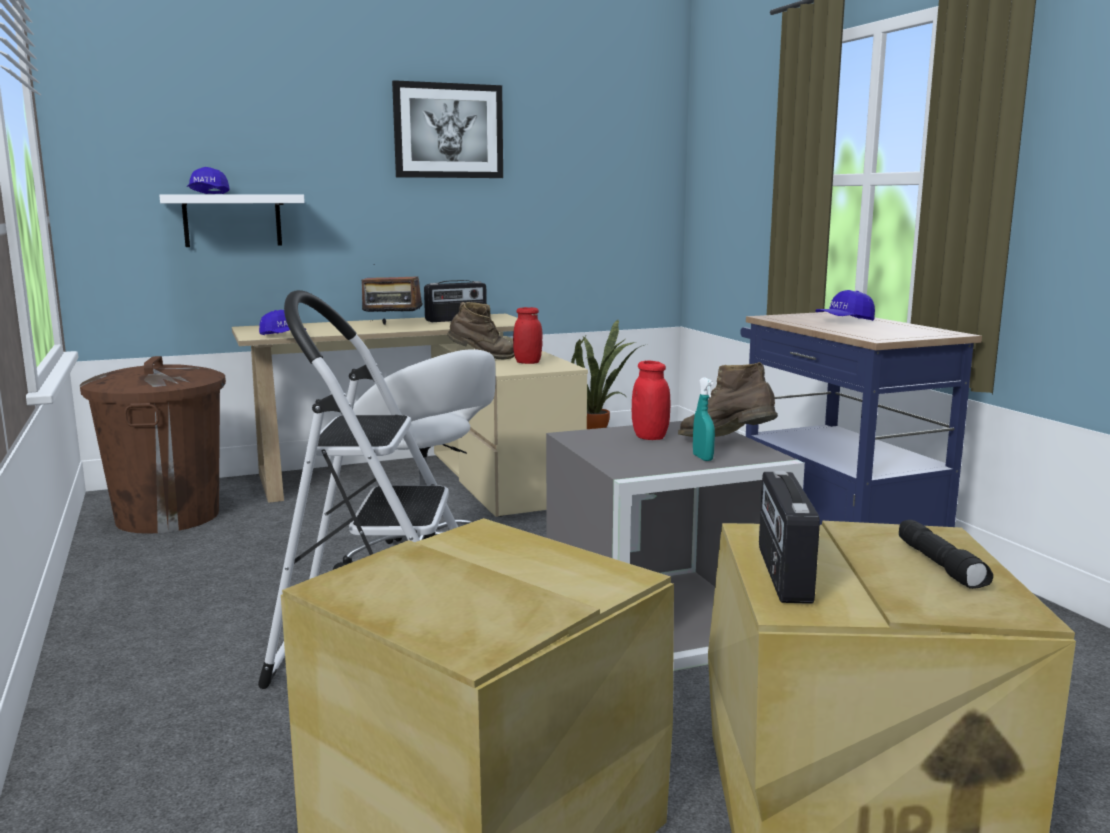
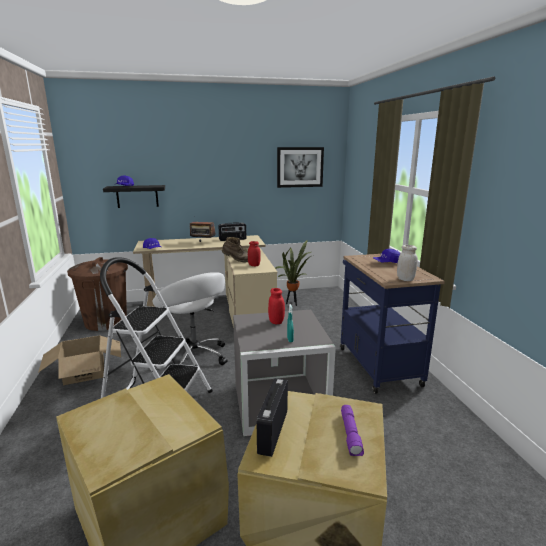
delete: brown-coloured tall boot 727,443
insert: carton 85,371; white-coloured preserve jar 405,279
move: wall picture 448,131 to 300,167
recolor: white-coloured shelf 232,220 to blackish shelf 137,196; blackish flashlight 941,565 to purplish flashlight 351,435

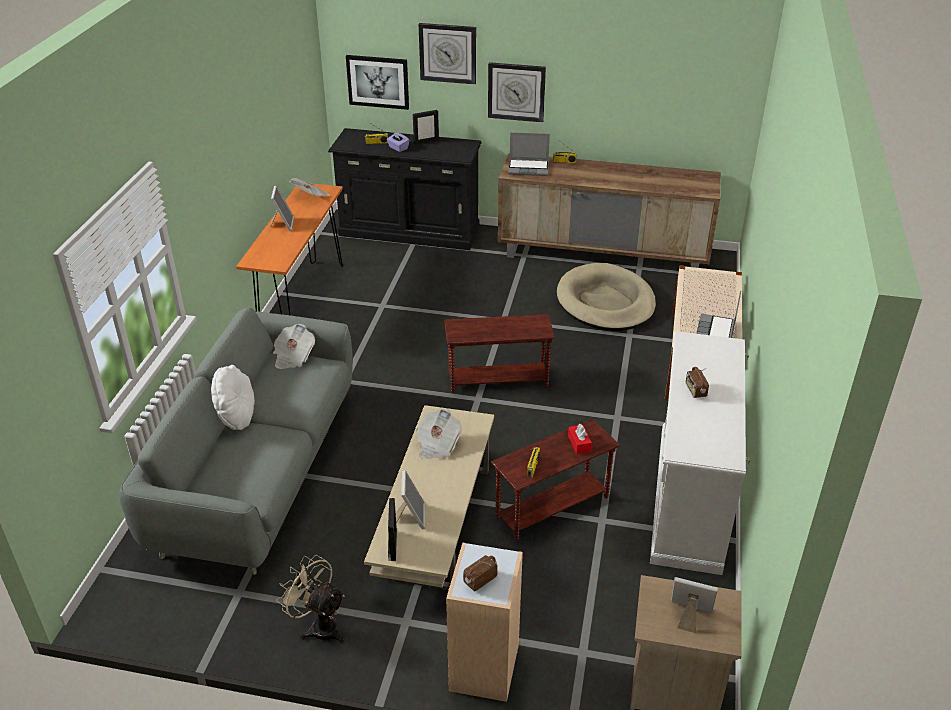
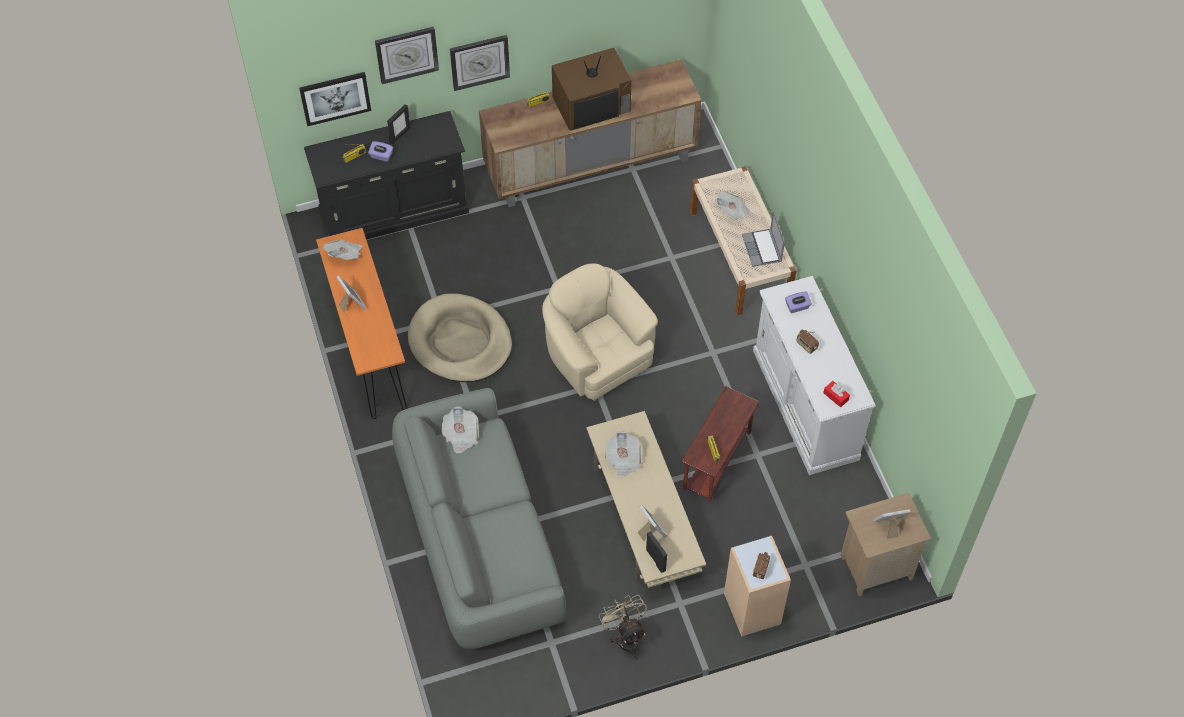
delete: white-coloured throw pillow 237,419; portable computer 529,168
insert: TV set 592,105; newspaper 733,211; purplish tissue box 797,307
move: beige dog bed 605,302 to 460,341; red tissue box 579,443 to 836,396
replace: brown-coloured end table 497,379 to beige armchair 597,357
rotate: beige electric fan 319,626 = 626,637 60 degrees clockwise

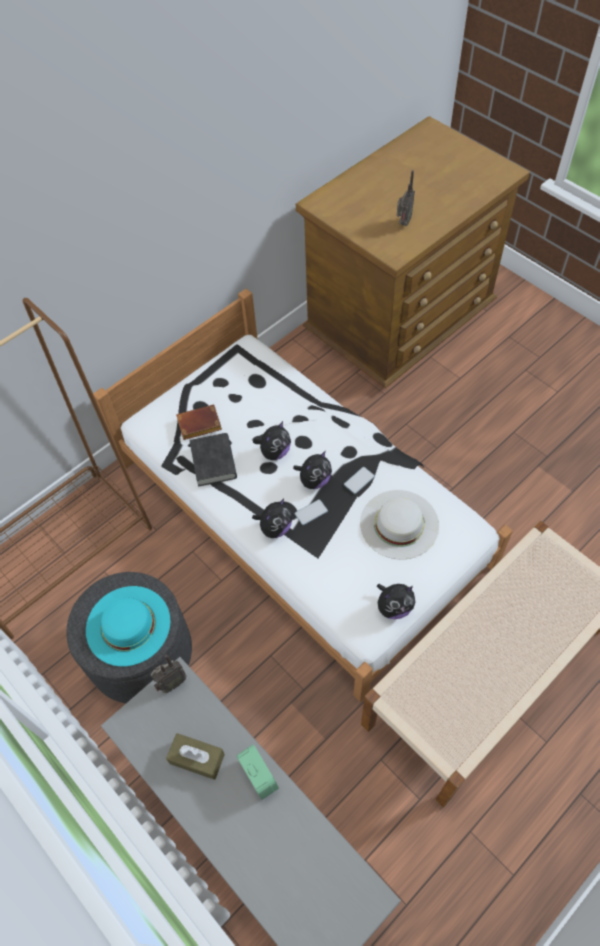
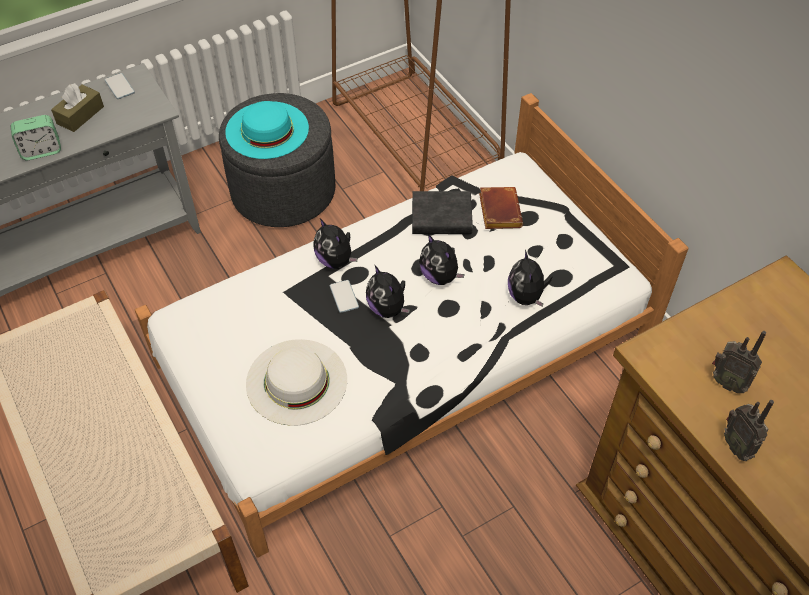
move: handset 359,480 to 119,87; cuddly toy 394,607 to 526,296; radio receiver 171,683 to 737,446

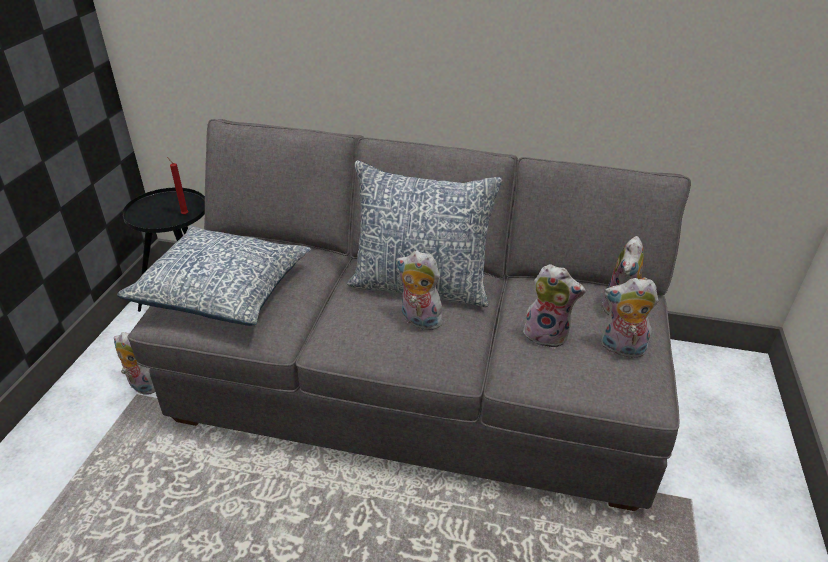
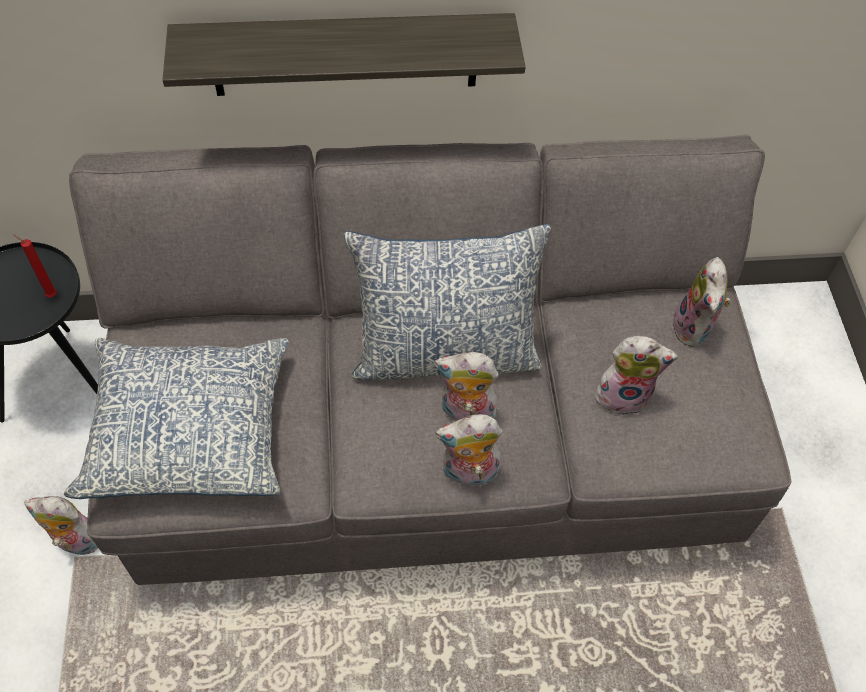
insert: shelf 345,54
move: cuddly toy 621,349 to 468,474

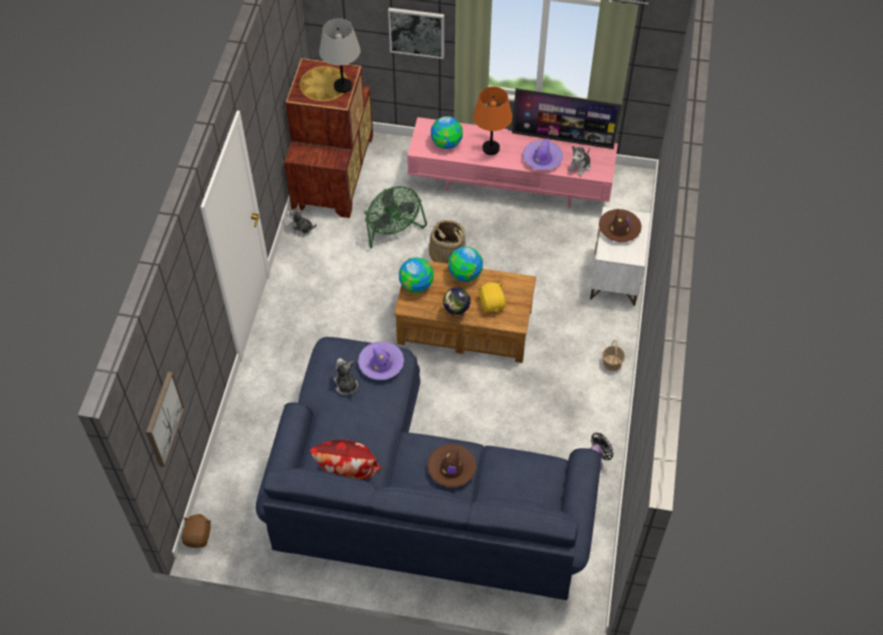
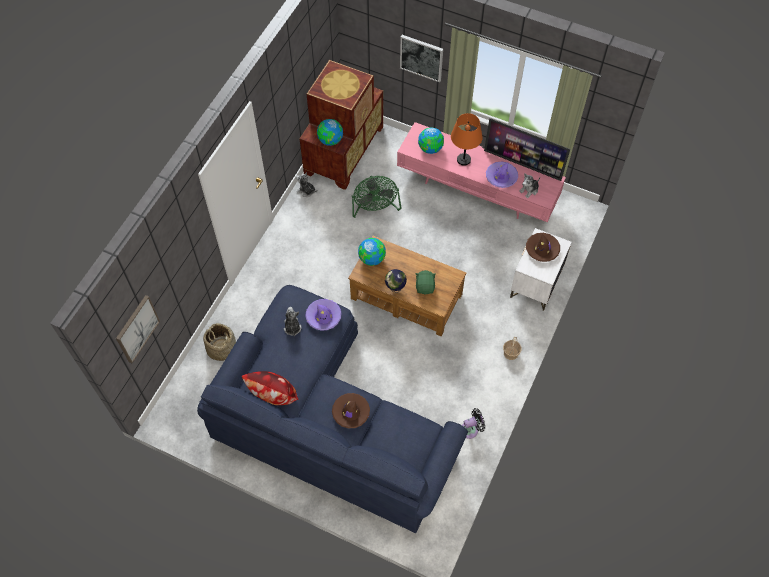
delete: brown-coloured cuddly toy 198,536; greyish lamp for a table 342,86
move: basket 446,254 to 221,348; globe 465,274 to 330,140
recolor: yellowish cuddly toy 492,303 to green cuddly toy 425,286

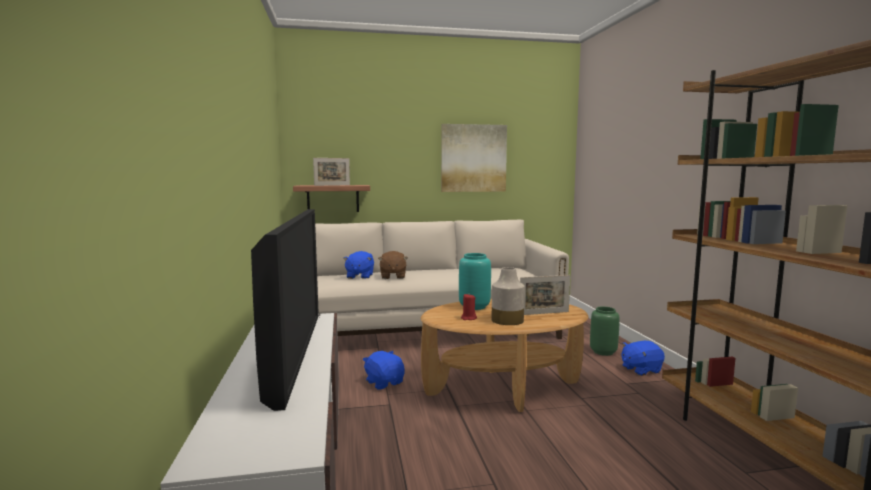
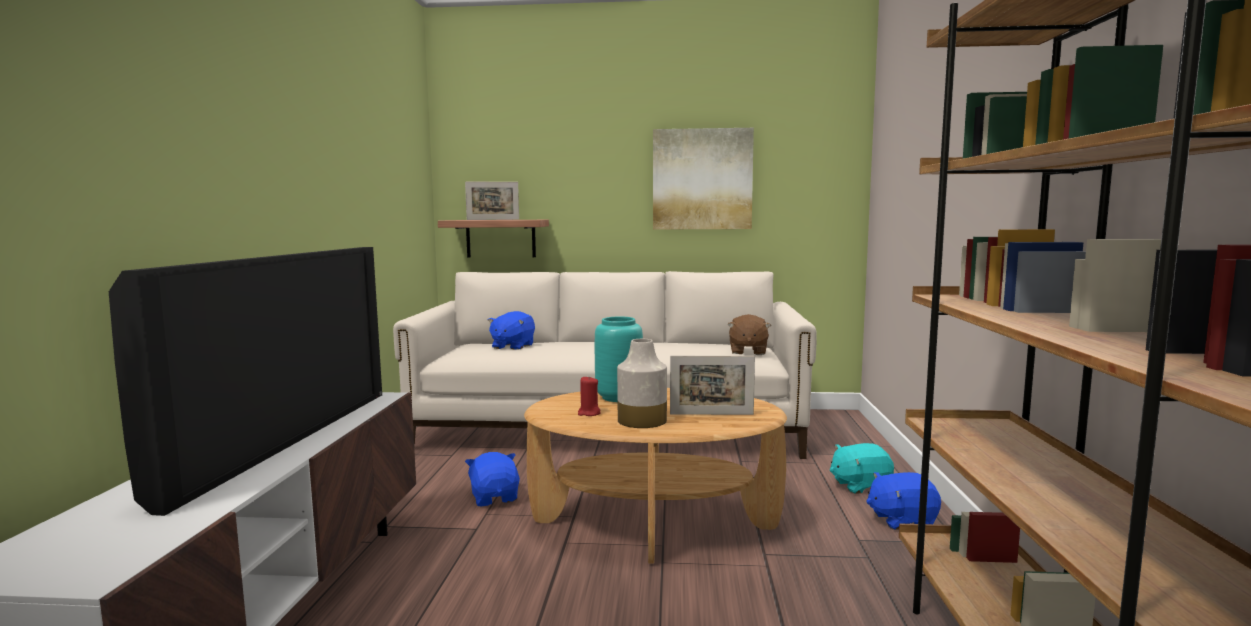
move: brown-coloured cuddly toy 392,276 to 747,351
replace: green vase 604,352 to turquoise-coloured cuddly toy 859,485

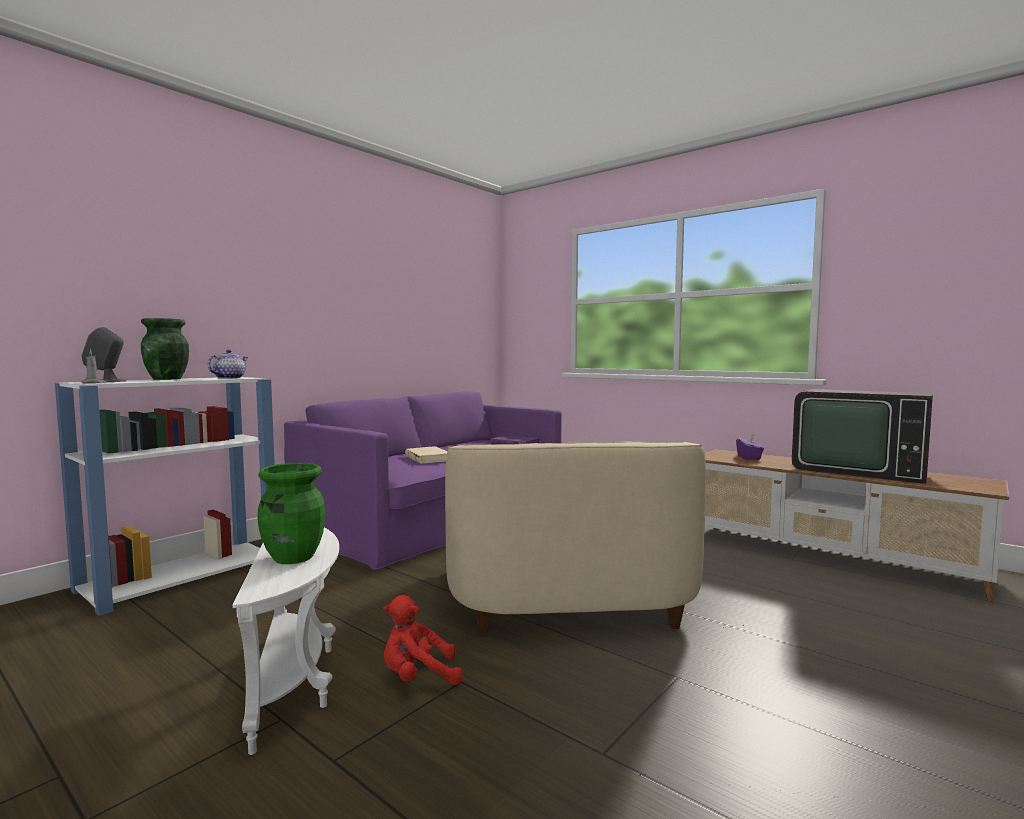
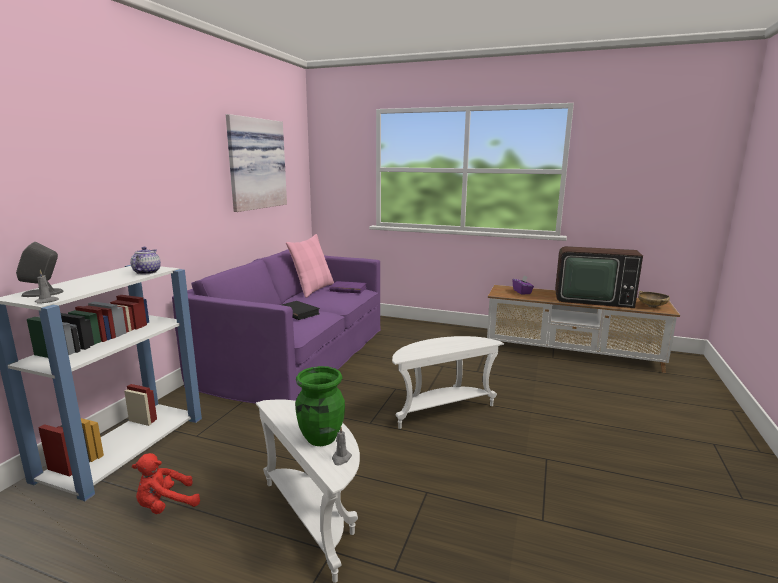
delete: green vase 167,379
insert: wall picture 255,164; pink-coloured throw pillow 313,289; greyish candle 341,458; beige serving bowl 652,306
move: red cuddly toy 418,677 to 166,505
replace: beige armchair 565,595 to white-coloured end table 441,410
recolor: beige volume 428,458 to blackish volume 297,313

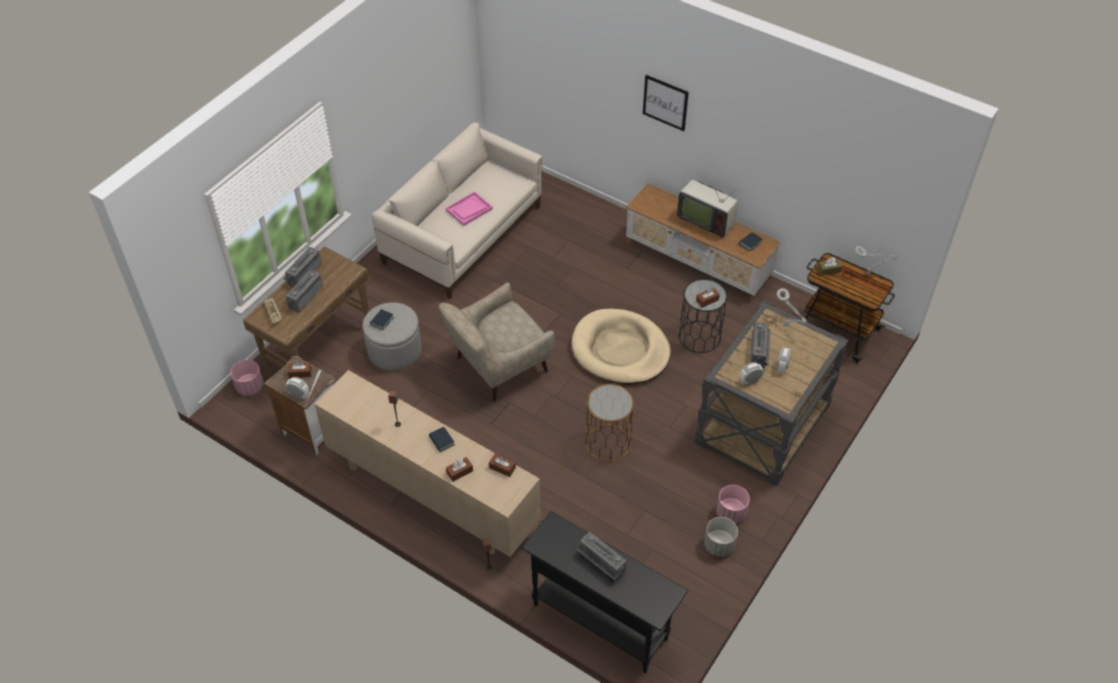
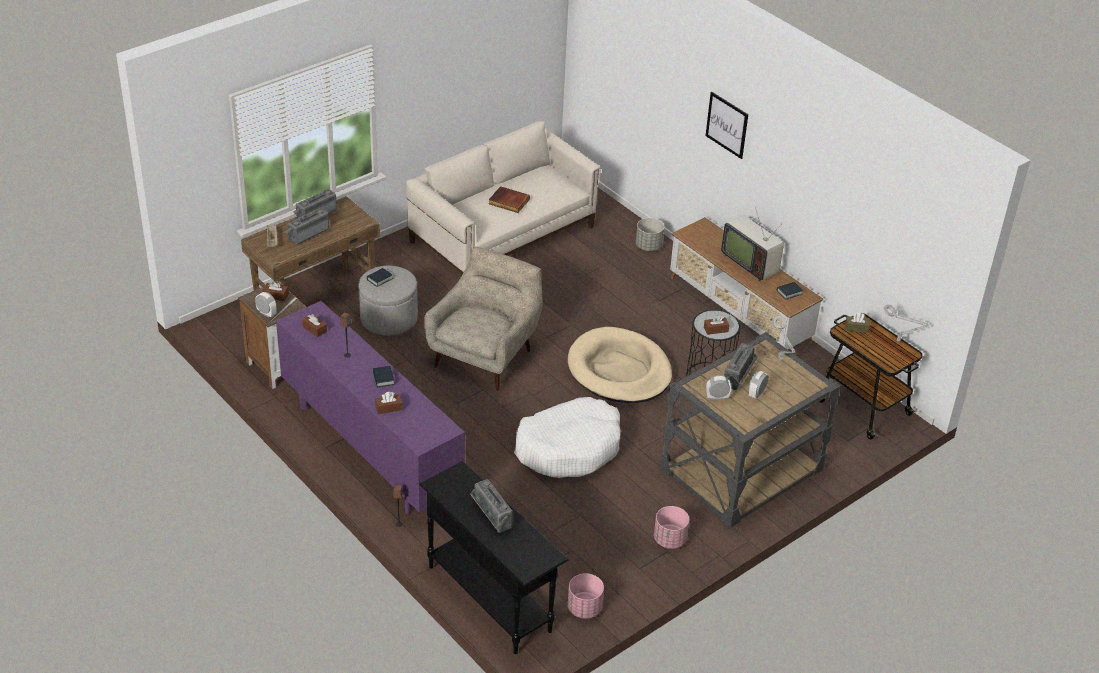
move: brown-coloured tissue box 502,468 to 314,329; pink-coloured flower pot 250,387 to 584,608; greyish flower pot 719,545 to 648,246
replace: pink-coloured serving tray 469,209 to volume 508,202; brown-coloured end table 608,443 to white-coloured dog bed 569,447
recolor: beige cupboard 431,496 to purplish cupboard 369,450
rotate: beige armchair 497,366 = 485,356 135 degrees clockwise

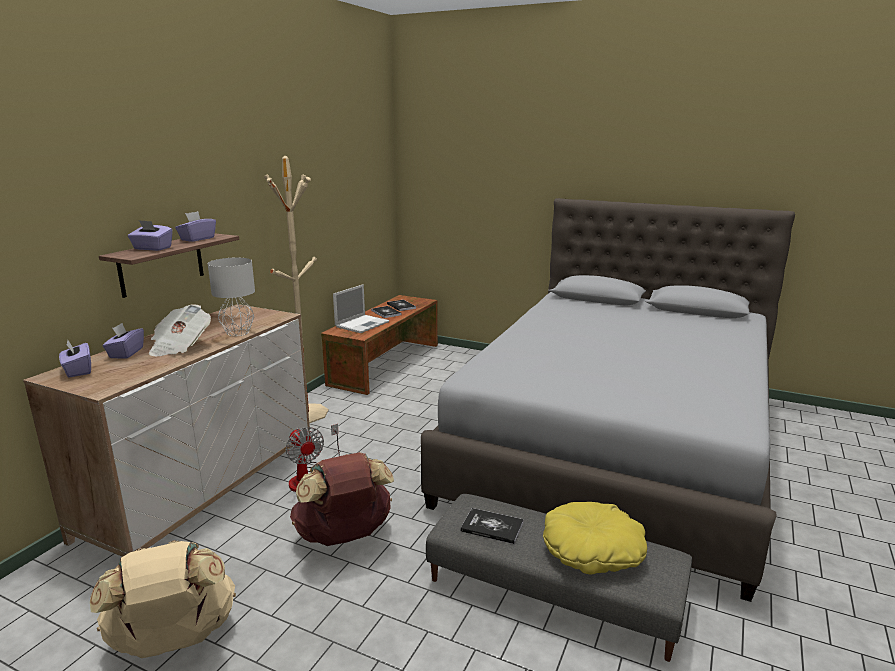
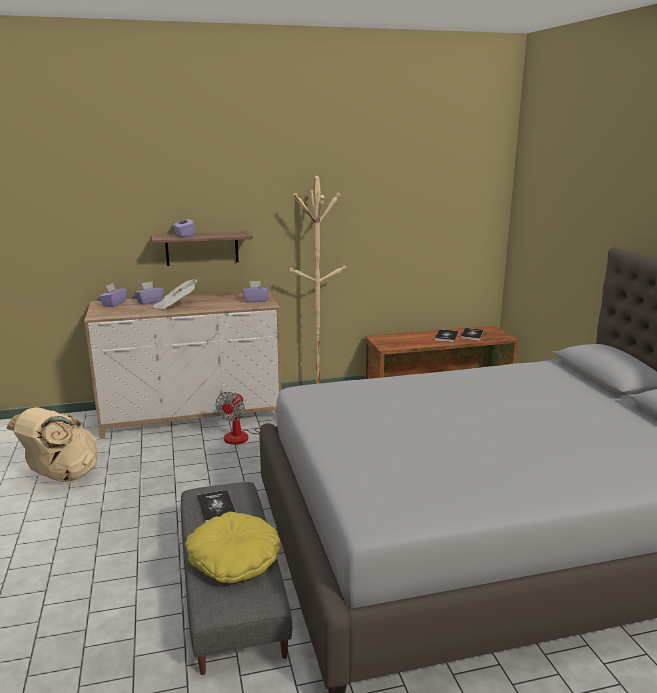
delete: greyish lamp for a table 237,333; brown-coloured backpack 344,536; portable computer 362,324
move: purplish tissue box 197,239 to 255,300

